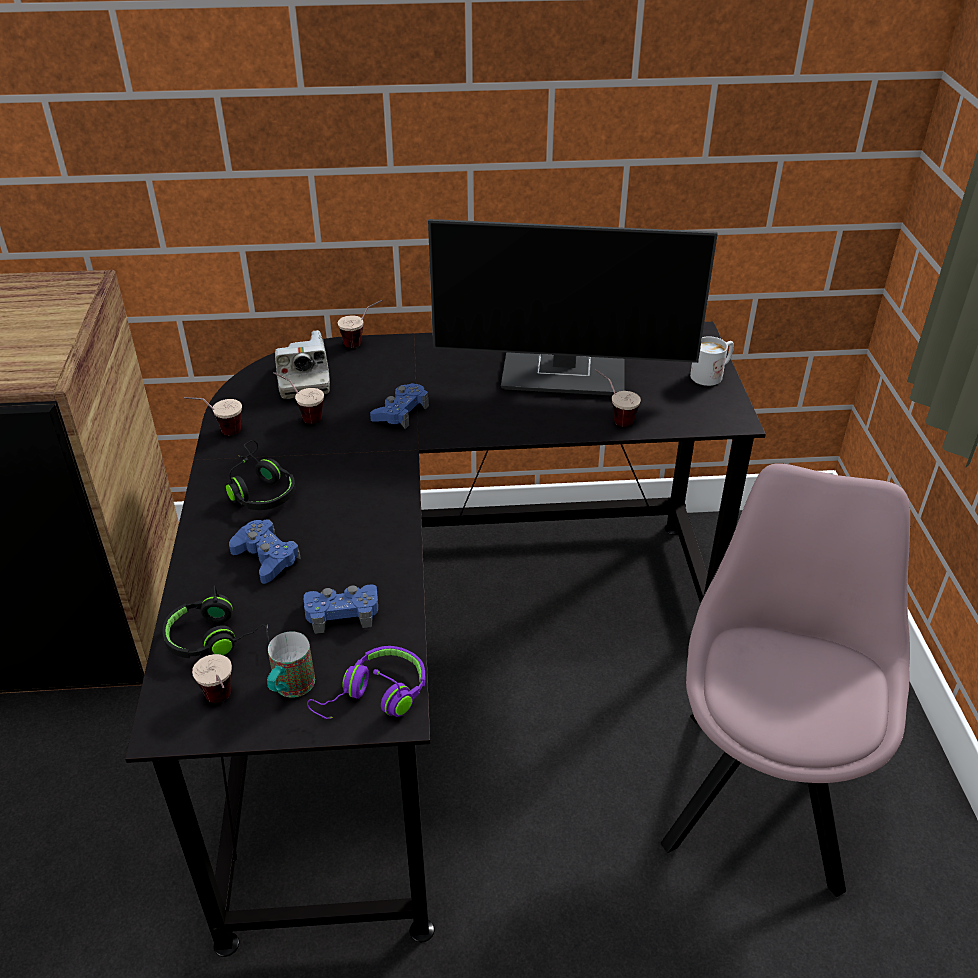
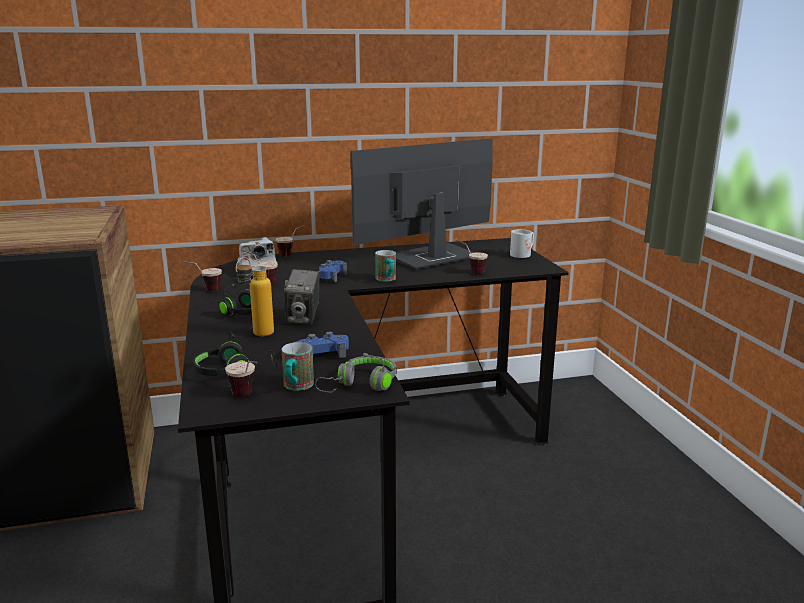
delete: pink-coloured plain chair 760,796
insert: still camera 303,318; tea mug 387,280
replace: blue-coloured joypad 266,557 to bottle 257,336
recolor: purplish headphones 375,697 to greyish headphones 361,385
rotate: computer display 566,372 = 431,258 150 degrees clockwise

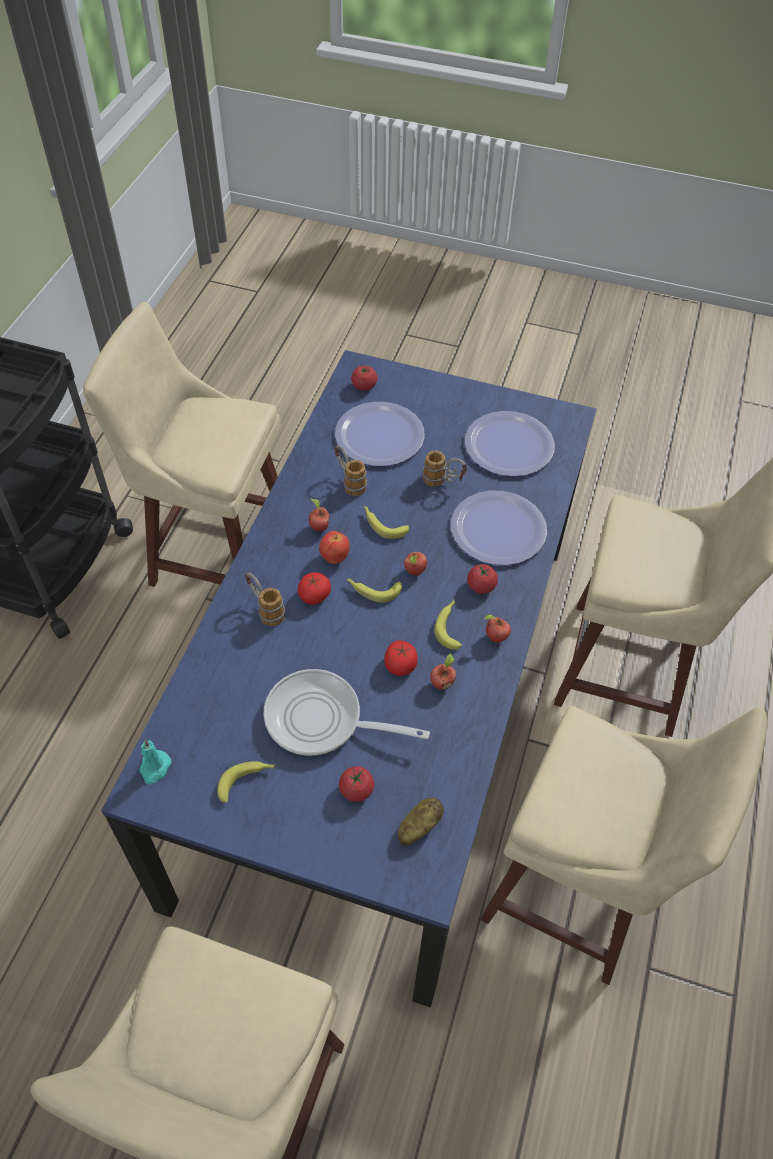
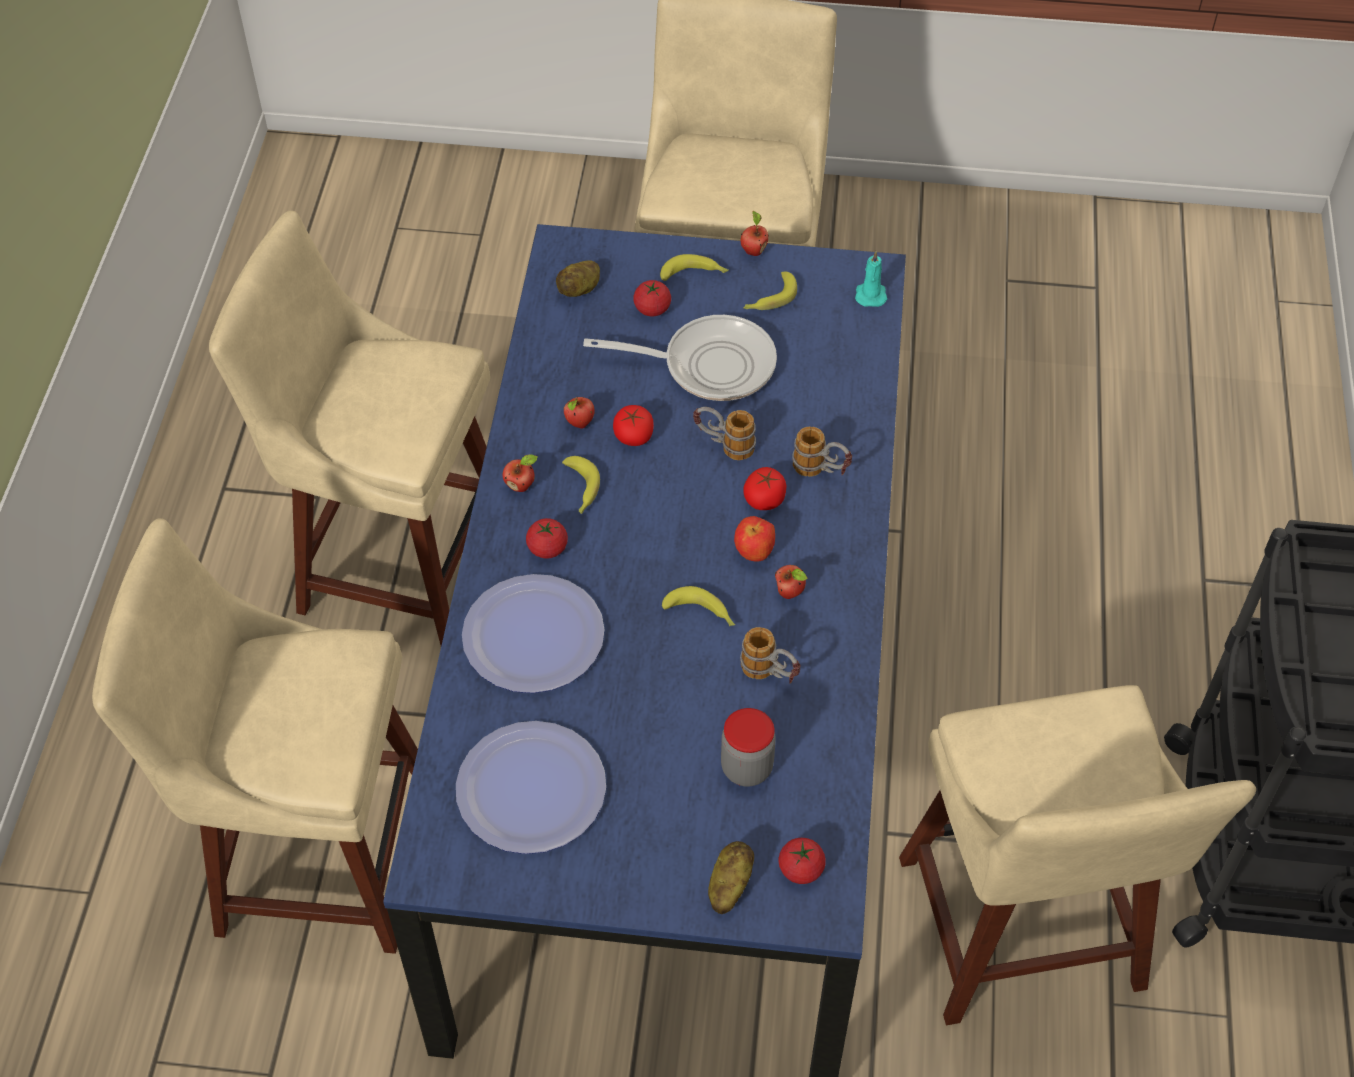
insert: potato 729,885
move: banana 372,590 to 694,274; tea mug 443,482 to 724,446; apple fruit 415,572 to 753,251
replace: dinner plate 379,436 to preserve jar 746,768
rotate: beige plain chair 214,549 = 1023,935 75 degrees clockwise

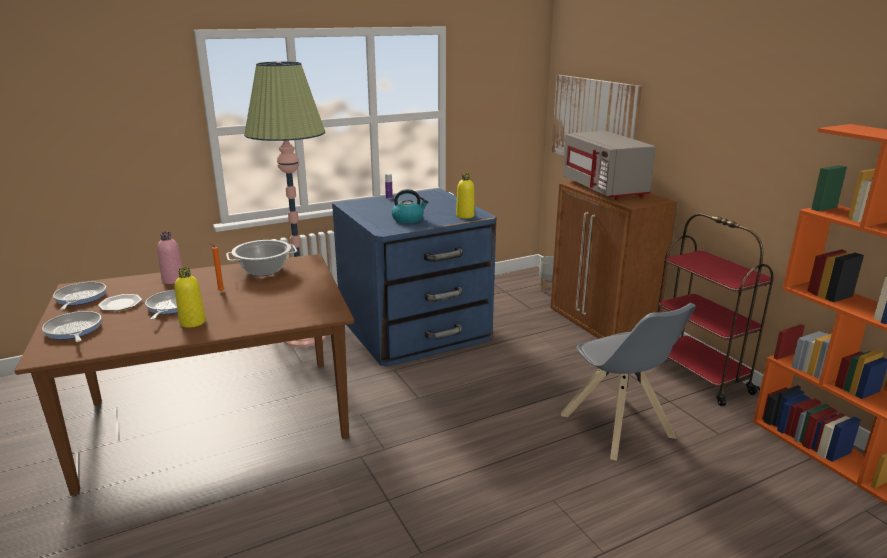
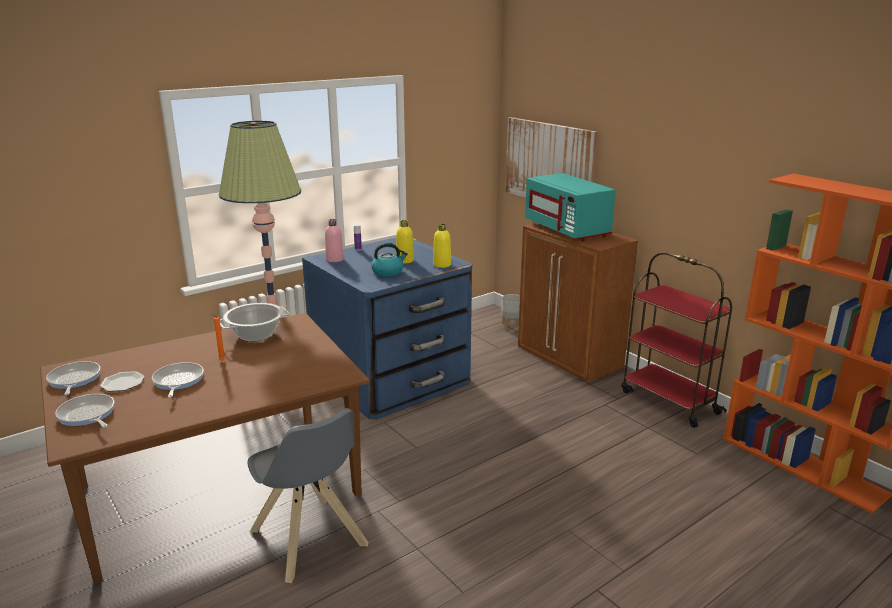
move: greyish plain chair 619,428 to 310,540; pink-coloured bottle 173,280 to 334,259; yellowish bottle 192,322 to 405,260
recolor: greyish kitchen microwave 604,189 to turquoise-coloured kitchen microwave 567,230

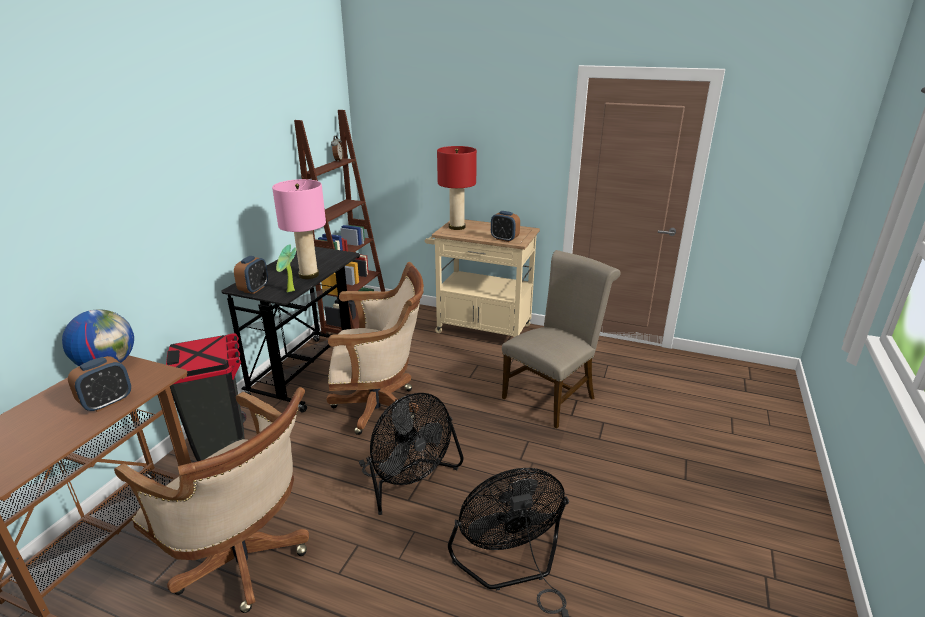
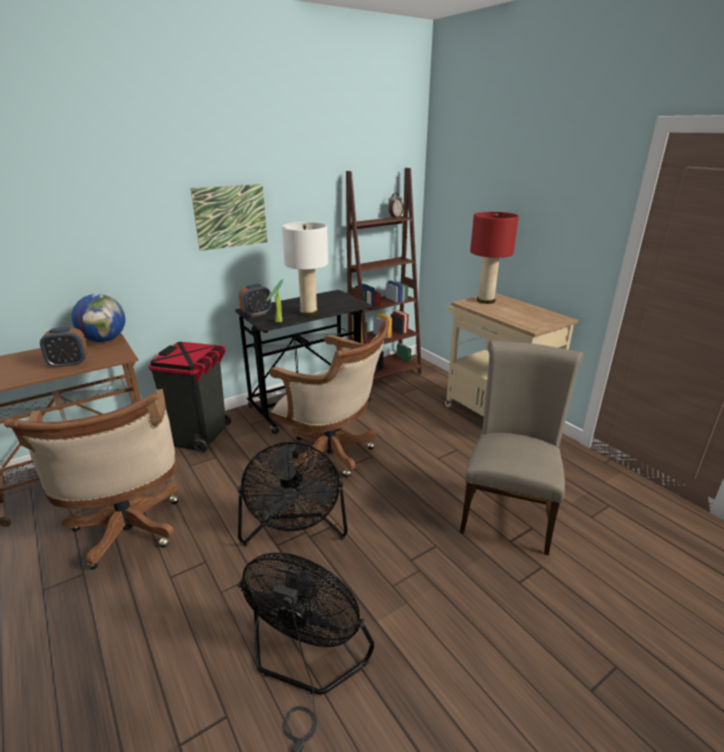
delete: table clock 504,239
insert: wall picture 231,216
recolor: pink-coloured lamp for a table 308,275 to white-coloured lamp for a table 308,313
rotate: beige plain chair 552,395 = 507,511 60 degrees counterclockwise

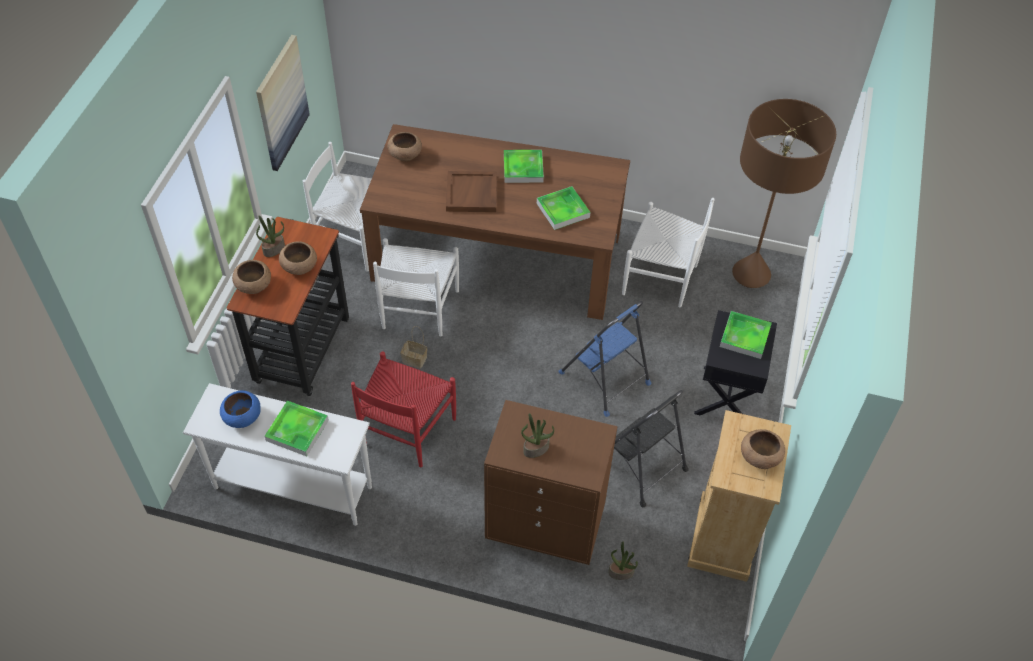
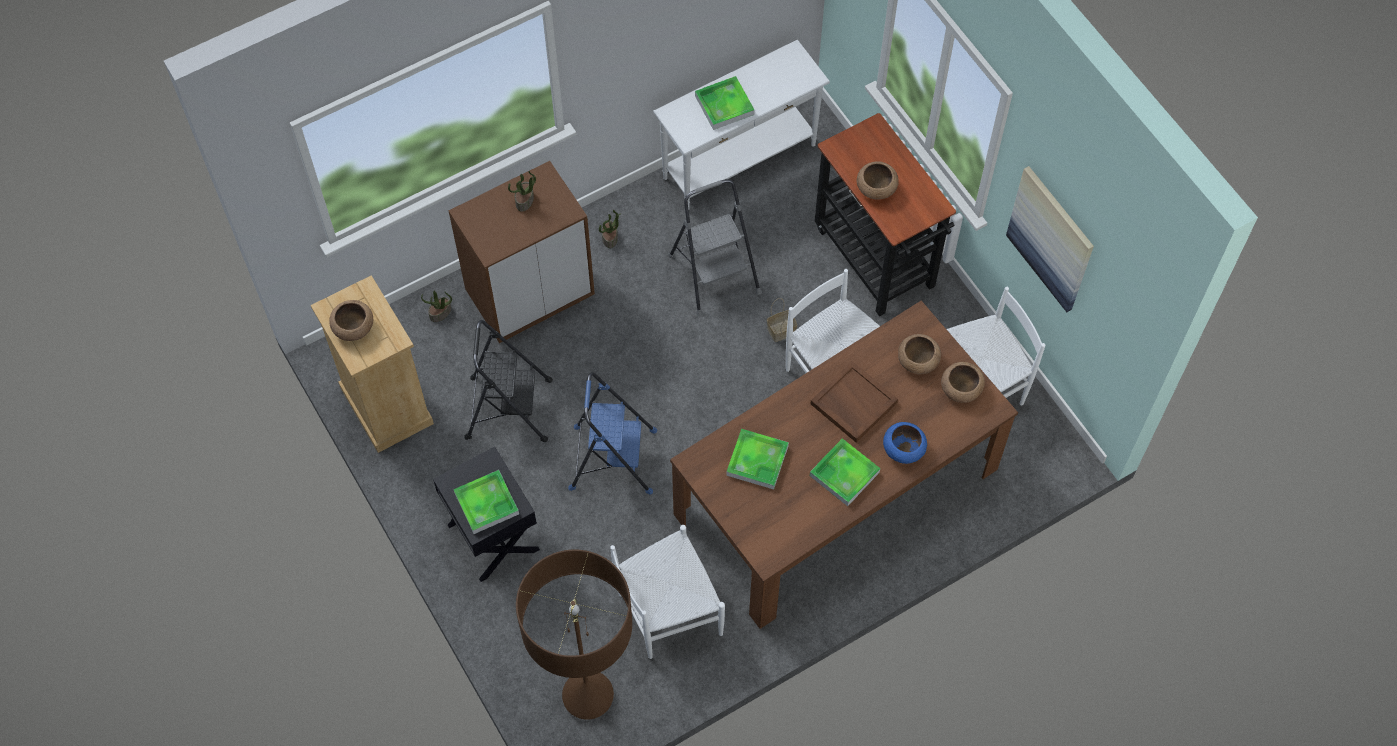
move: potted plant 274,249 to 610,237; blue-coloured serving bowl 242,417 to 903,449; brown-coloured serving bowl 254,285 to 917,361
replace: red plain chair 406,431 to greyish step stool 713,270

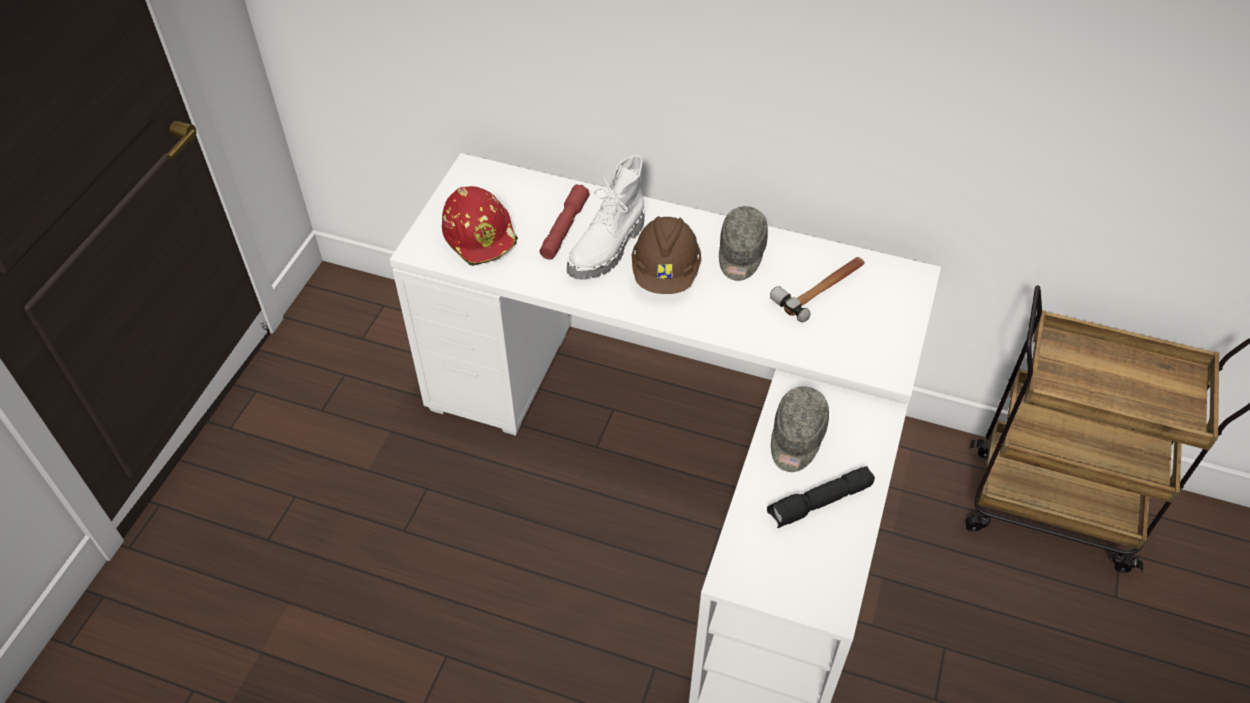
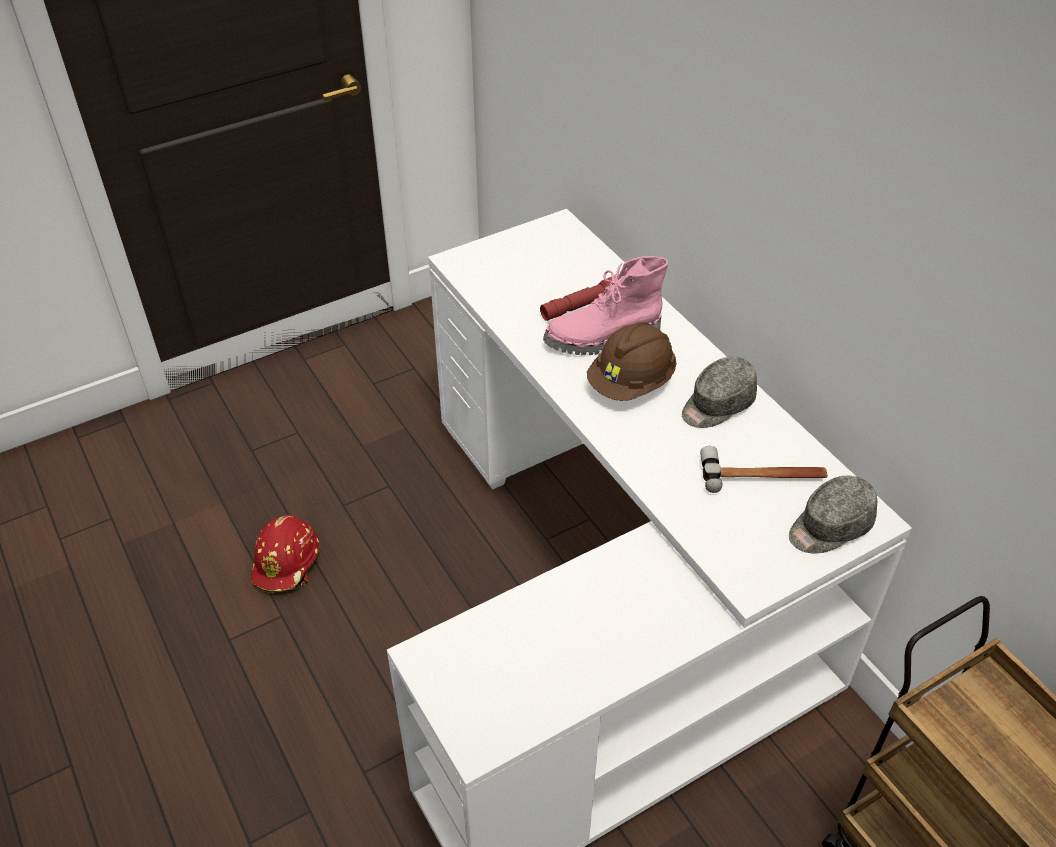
delete: blackish flashlight 819,503
move: red safety helmet 481,235 to 287,563; greyish peaked cap 796,438 to 829,527
recolor: white-coloured tall boot 608,249 to pink-coloured tall boot 603,339

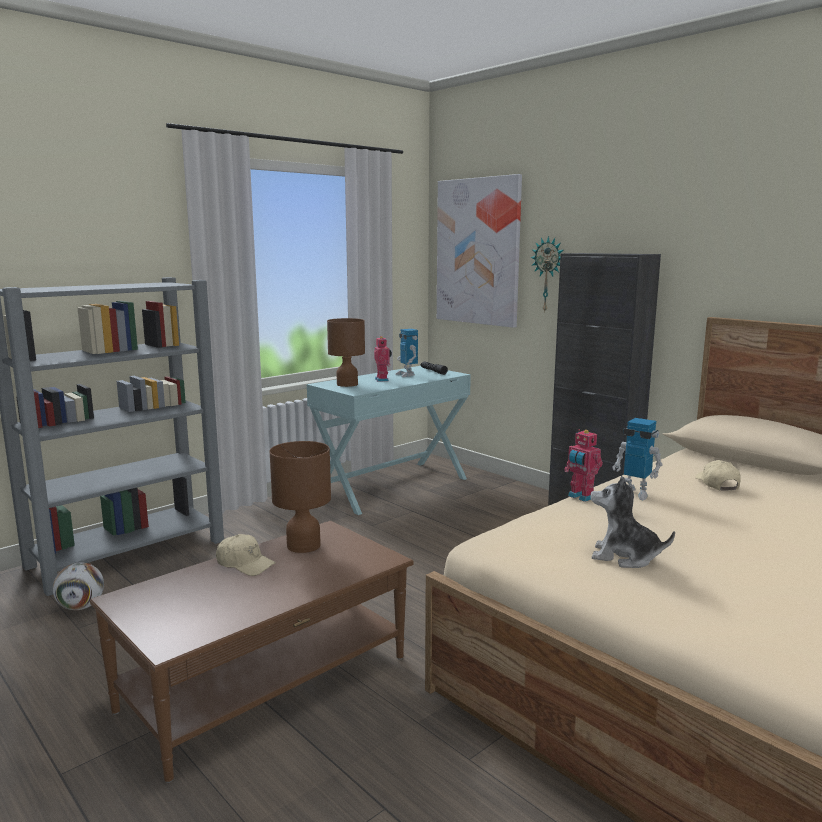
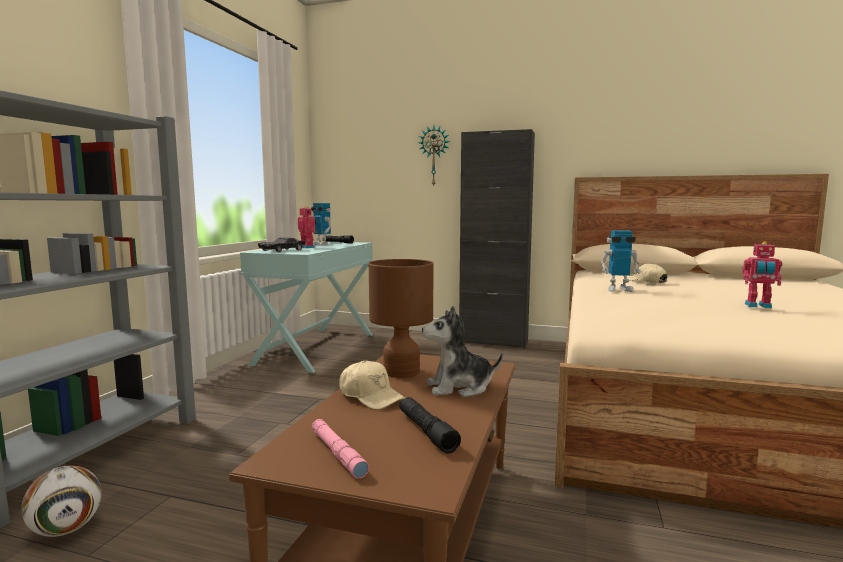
delete: wall picture 478,252
insert: pink-coloured flashlight 338,453; blackish flashlight 426,431
move: cuddly toy 624,557 to 459,388; toy robot 581,497 to 758,306
replace: brown-coloured lamp for a table 347,384 to blackish miniature car 282,250
rotate: beige peaked cap 245,564 = 371,396 45 degrees clockwise

